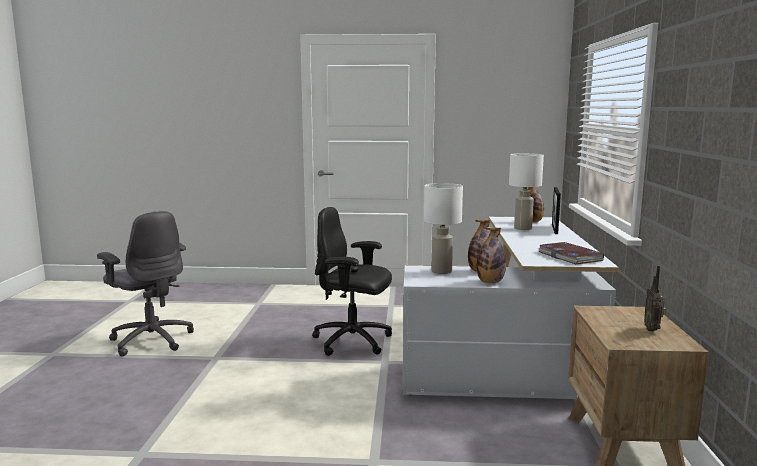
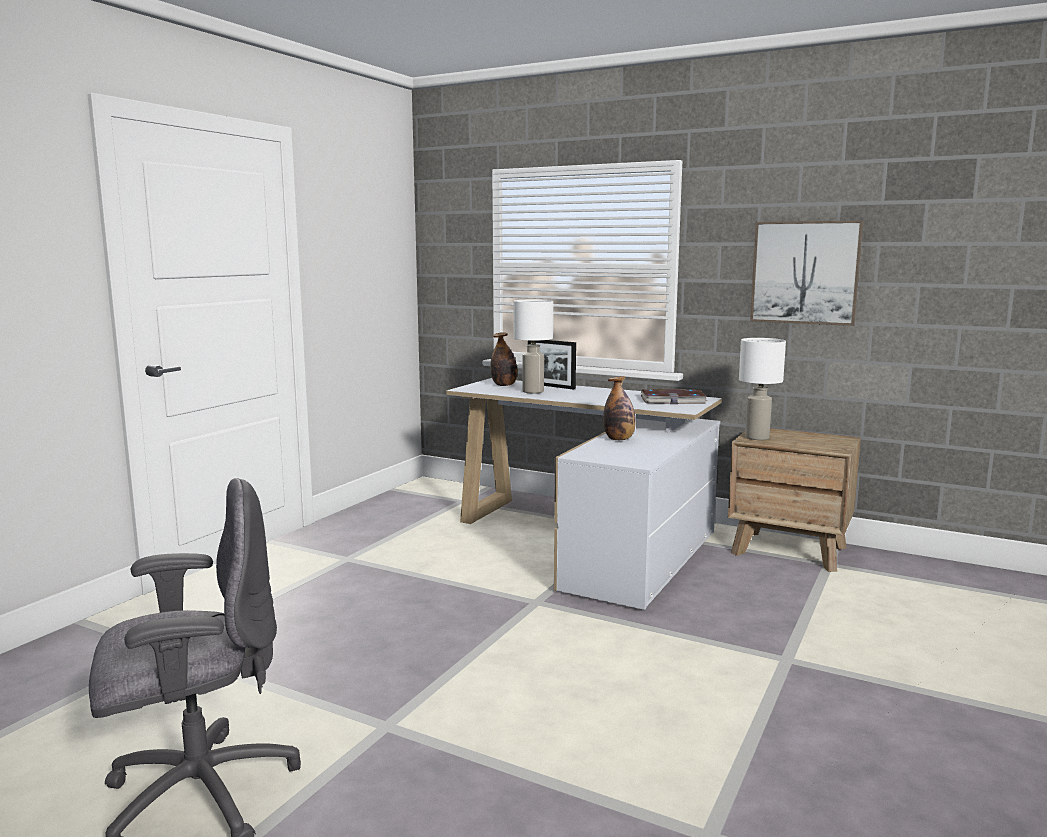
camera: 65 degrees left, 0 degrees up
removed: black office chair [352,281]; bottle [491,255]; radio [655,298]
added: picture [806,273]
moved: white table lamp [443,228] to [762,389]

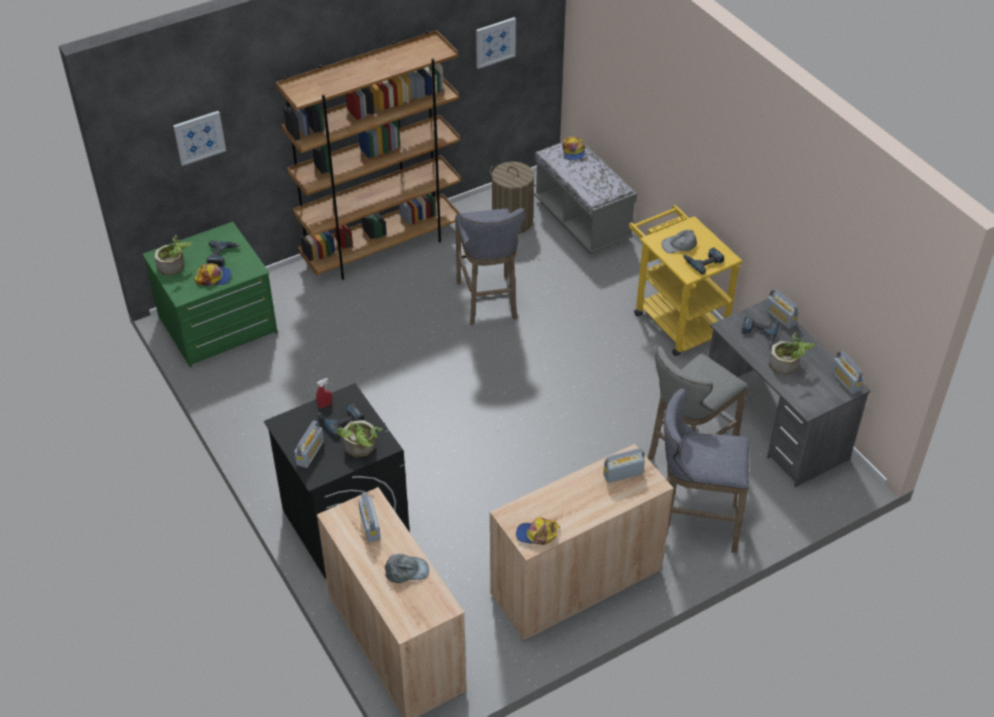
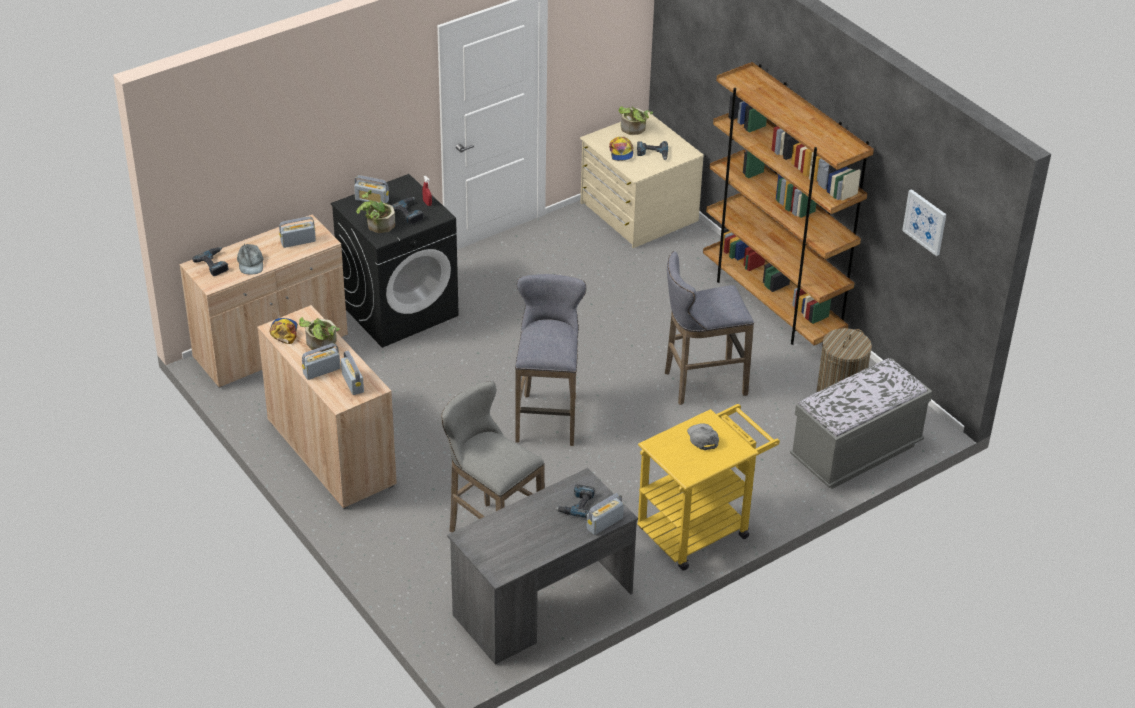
camera: 85 degrees right, 5 degrees down
removed: picture [199,138]; cap [573,148]
moved: power drill [703,260] to [210,261]; potted plant [792,353] to [319,334]; radio [847,372] to [321,361]; grey stool [707,470] to [550,360]
recoloured: green dresser [210,294] to beige dresser [642,180]

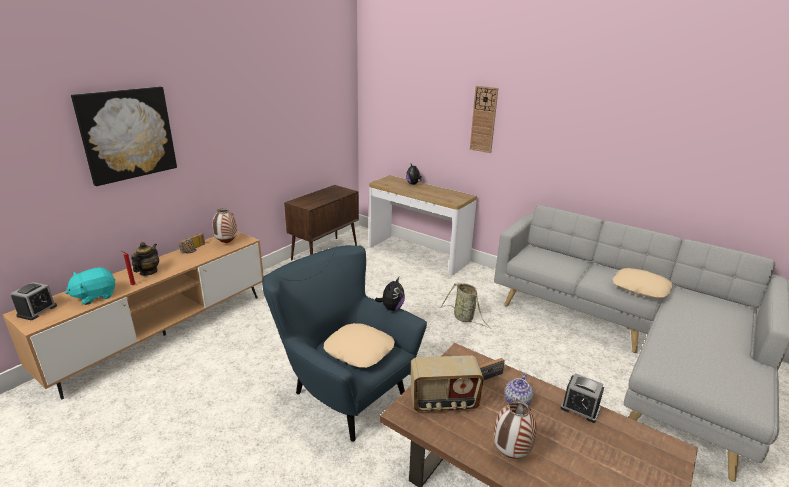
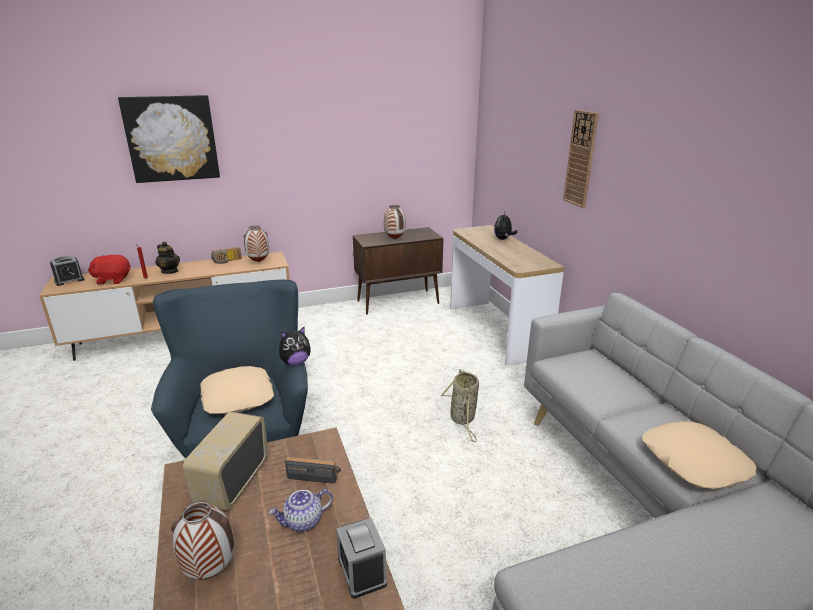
camera: 35 degrees right, 0 degrees up
added: vase [395,222]
recoloured: turquoise plush toy [90,286] to red plush toy [109,270]
turned: teapot [145,259] = [167,258] 90 degrees clockwise; radio [447,383] = [225,461] 75 degrees clockwise

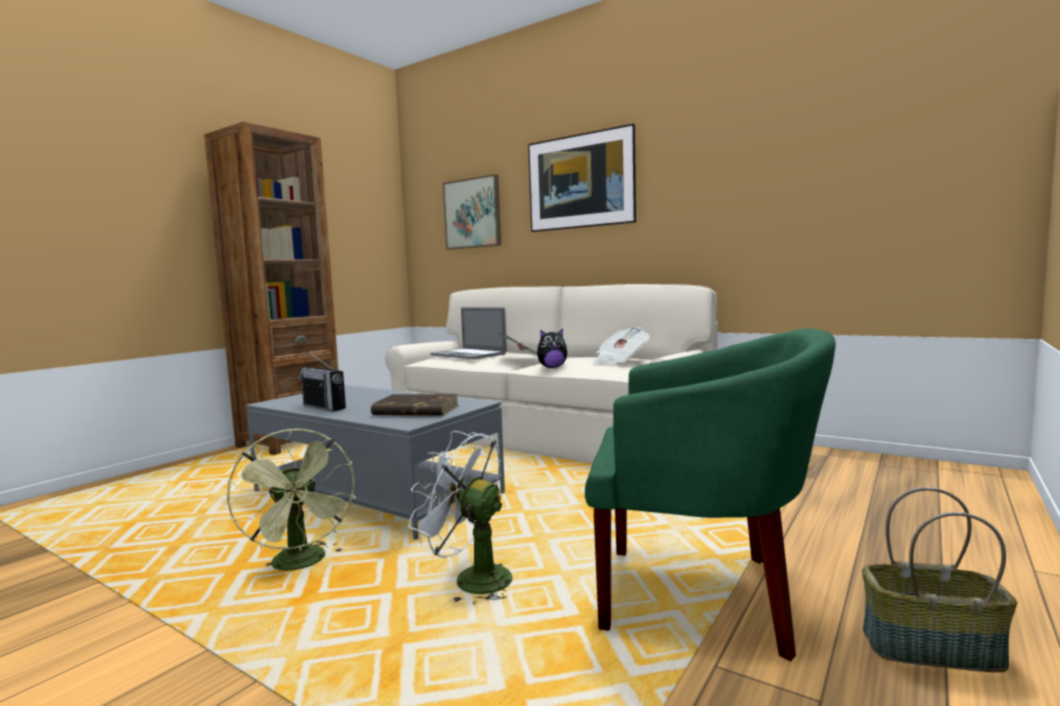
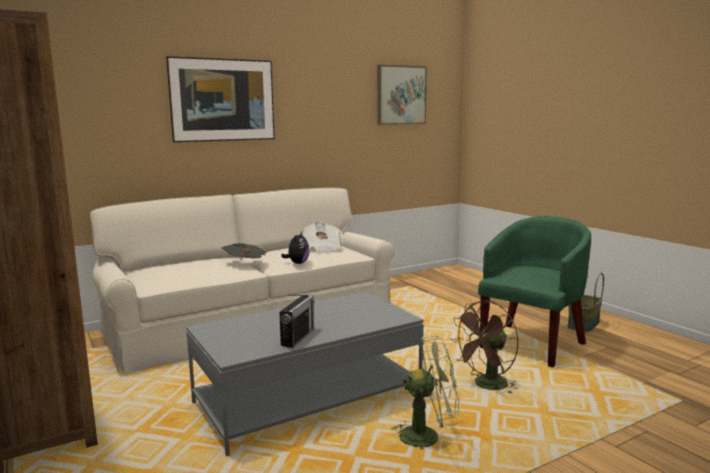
camera: 65 degrees left, 5 degrees up
removed: laptop [469,333]; brown book [415,405]
moved: picture [472,212] to [402,95]
recoloured: white fan [460,518] to brown fan [484,347]
turned: radio [322,382] = [296,321] 45 degrees counterclockwise

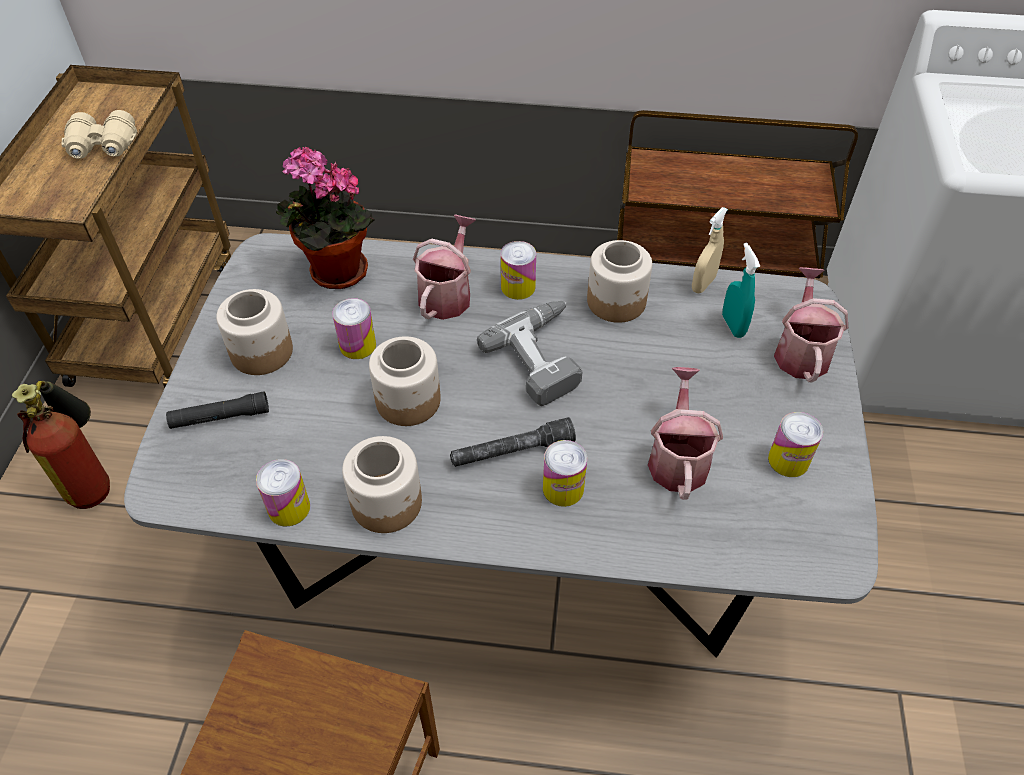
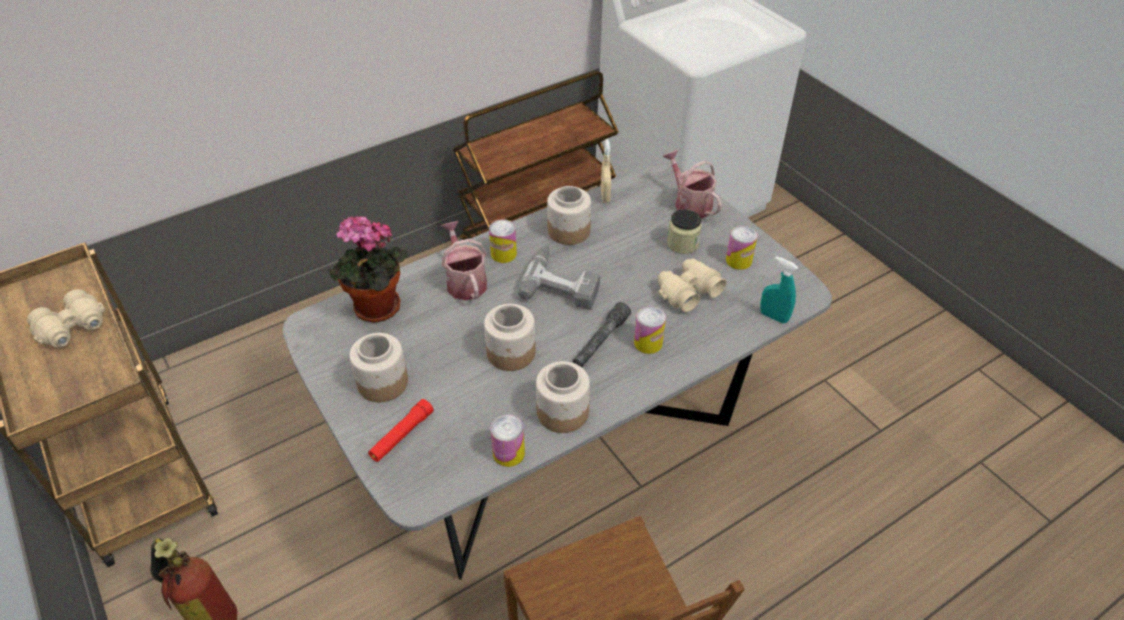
camera: 40 degrees left, 5 degrees down
removed: can [354,328]
added: jar [684,231]
moved: turquoise spray bottle [741,290] to [779,289]
replaced: watering can [685,433] to beige binoculars [692,285]
recoloured: black flashlight [217,410] to red flashlight [401,430]

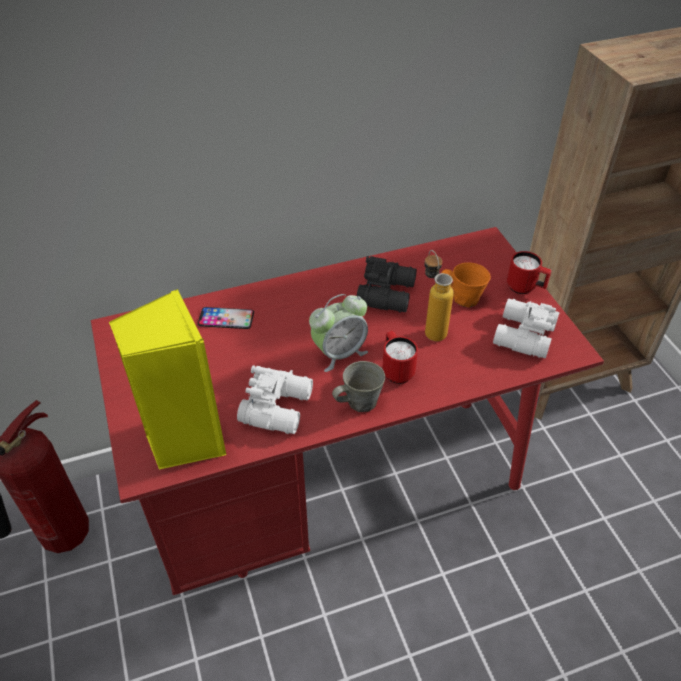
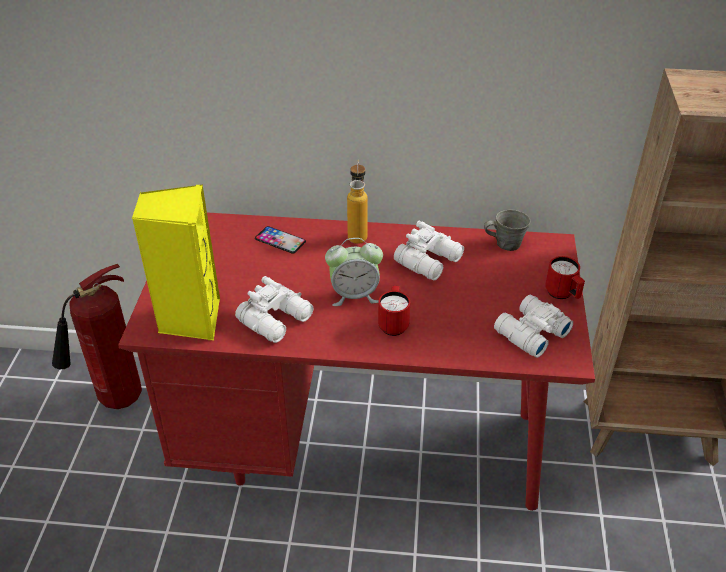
camera: 25 degrees right, 5 degrees down
removed: orange mug [466,285]
moved: bottle [439,295] to [357,202]; grey mug [358,386] to [507,230]
recoloured: black binoculars [387,284] to white binoculars [429,250]

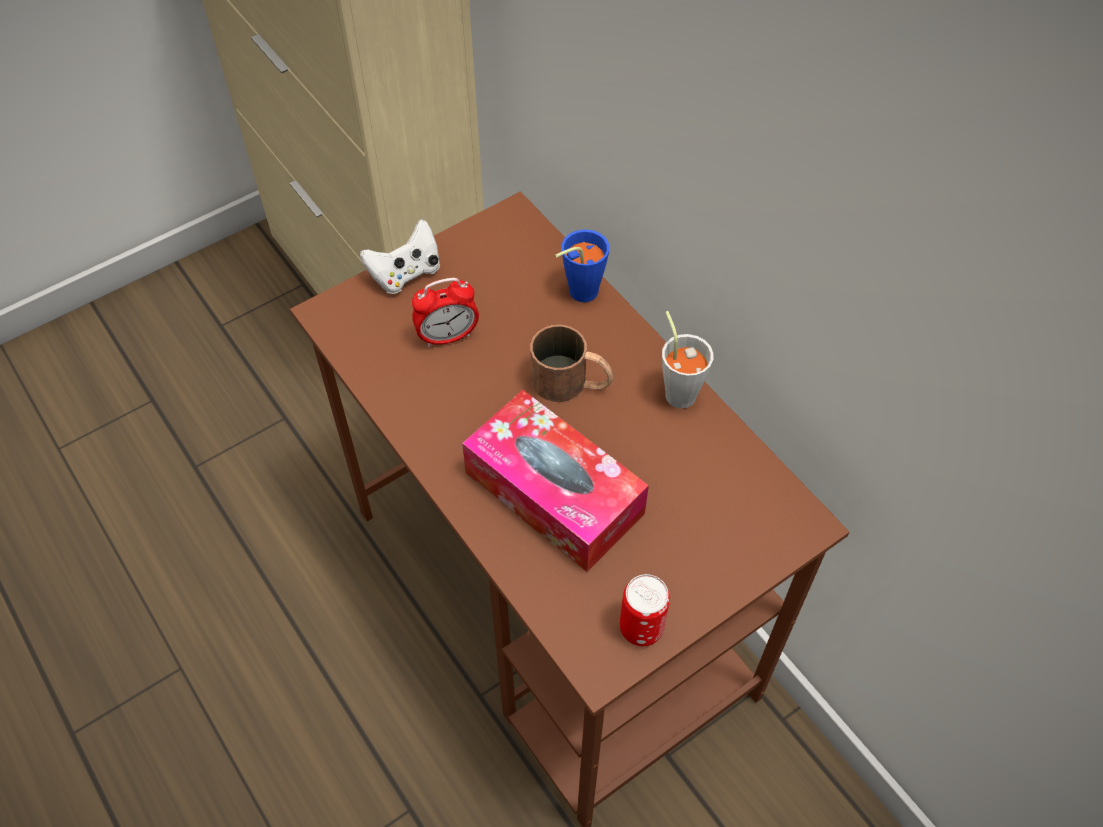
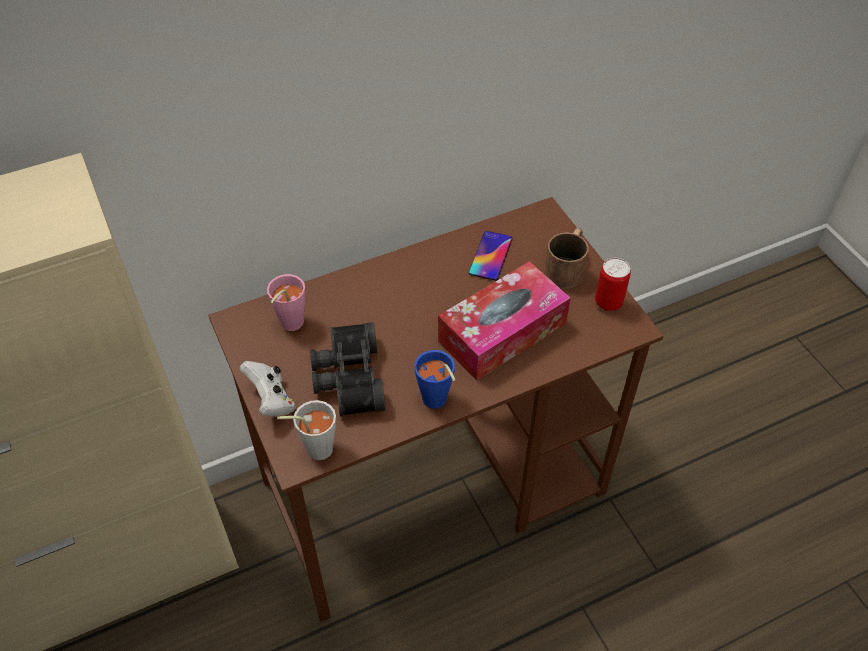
camera: 80 degrees left, 5 degrees down
added: phone [490,256]; pink cup [286,302]
moved: blue cup [582,265] to [435,379]; grey cup [687,360] to [306,430]; brown mug [571,363] to [566,258]
replaced: alarm clock [445,312] to black binoculars [347,369]

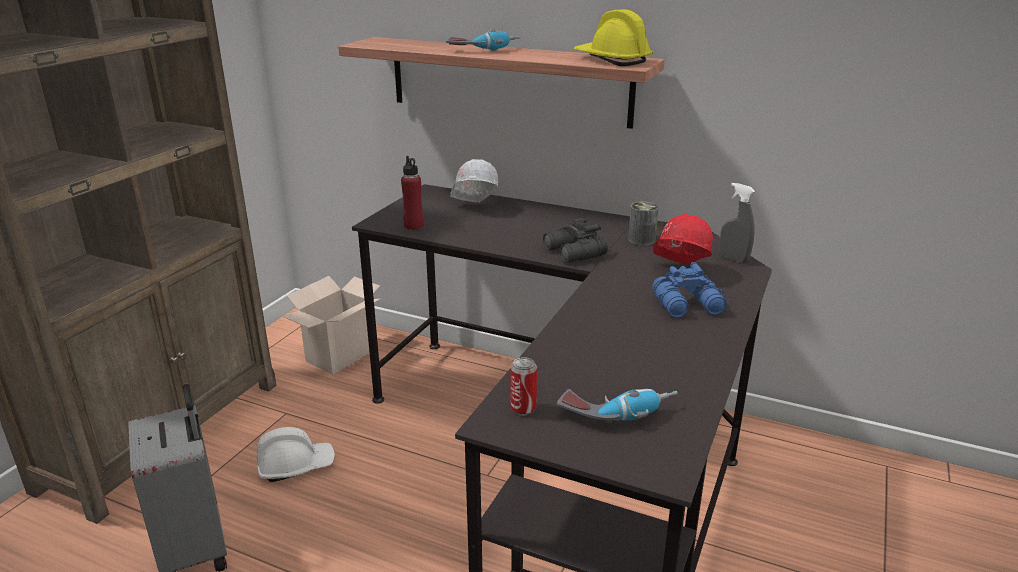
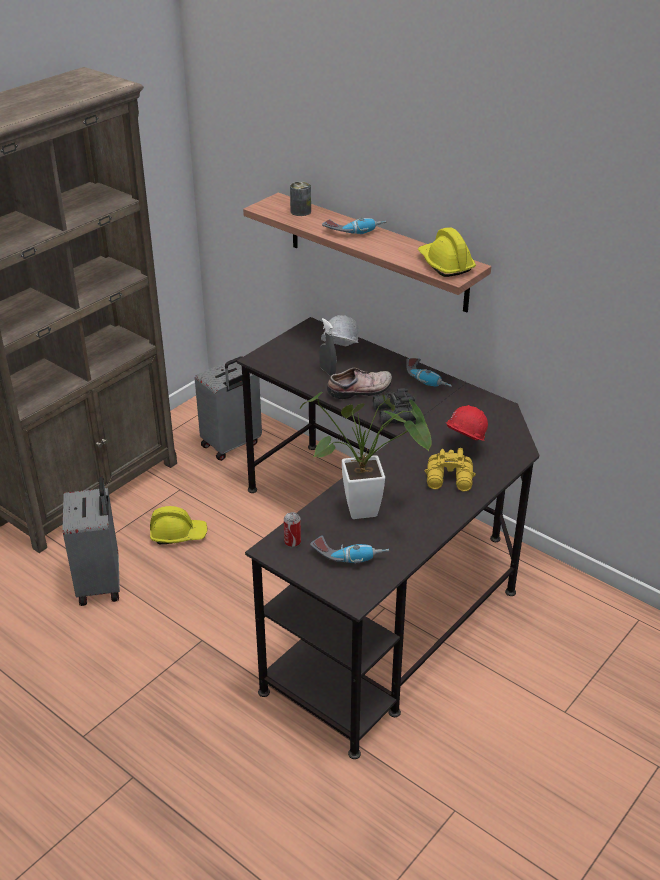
camera: 15 degrees right, 10 degrees up
removed: red bottle [412,193]
added: power drill [429,372]; shoe [359,383]; potted plant [366,455]
moved: grey spray bottle [737,223] to [327,347]; can [643,223] to [300,198]
replaced: cardboard box [331,325] to grey suitcase [228,408]
recoloured: blue binoculars [689,290] to yellow binoculars [450,470]; white hard hat [296,454] to yellow hard hat [179,525]

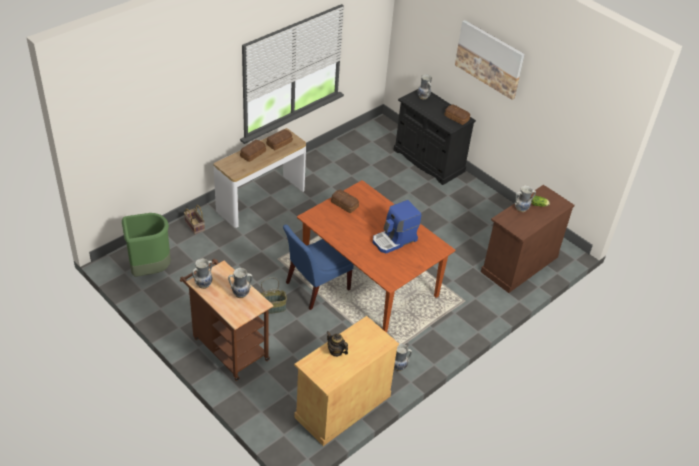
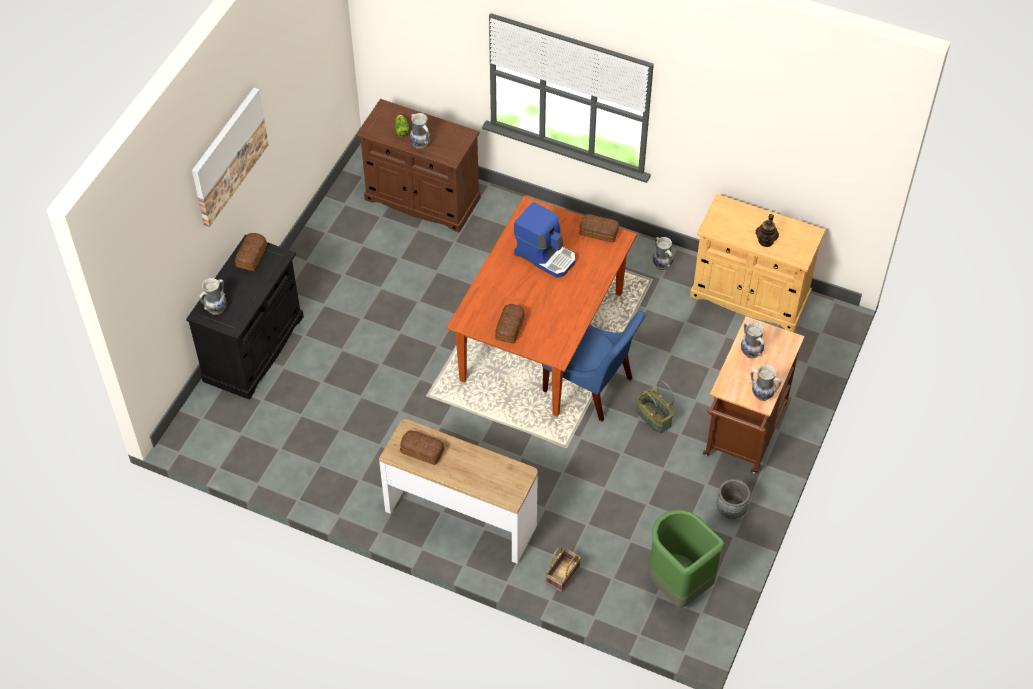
camera: 110 degrees left, 10 degrees up
added: grey planter [733,499]
moved: bread [253,151] to [599,228]

